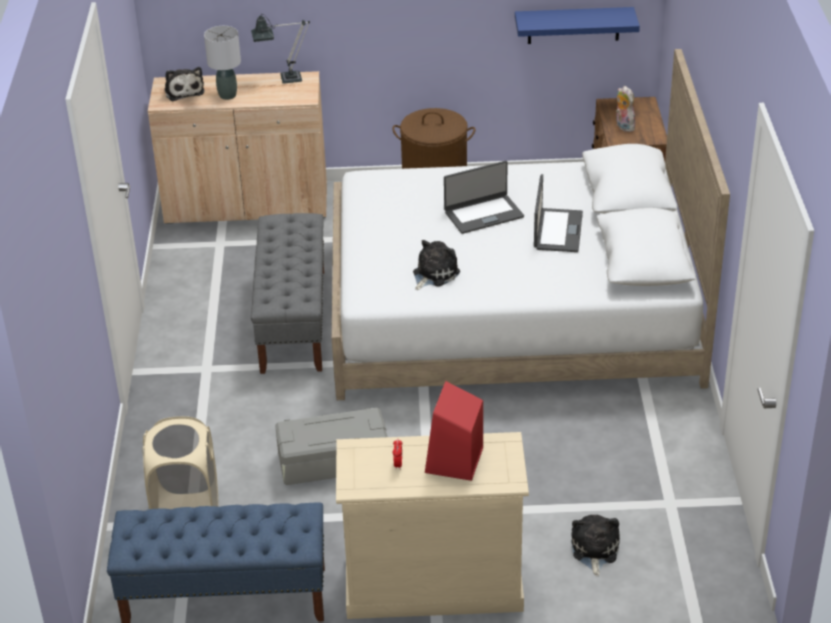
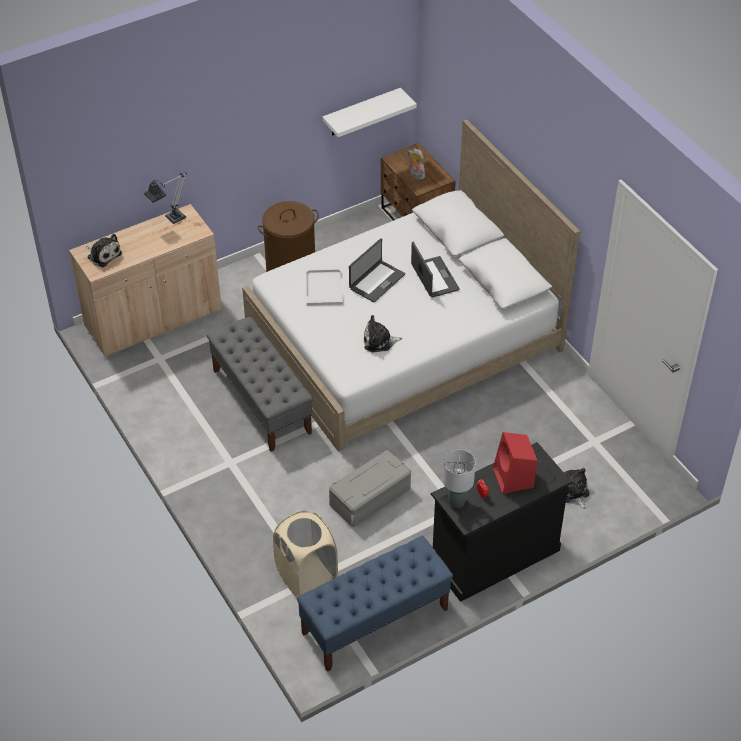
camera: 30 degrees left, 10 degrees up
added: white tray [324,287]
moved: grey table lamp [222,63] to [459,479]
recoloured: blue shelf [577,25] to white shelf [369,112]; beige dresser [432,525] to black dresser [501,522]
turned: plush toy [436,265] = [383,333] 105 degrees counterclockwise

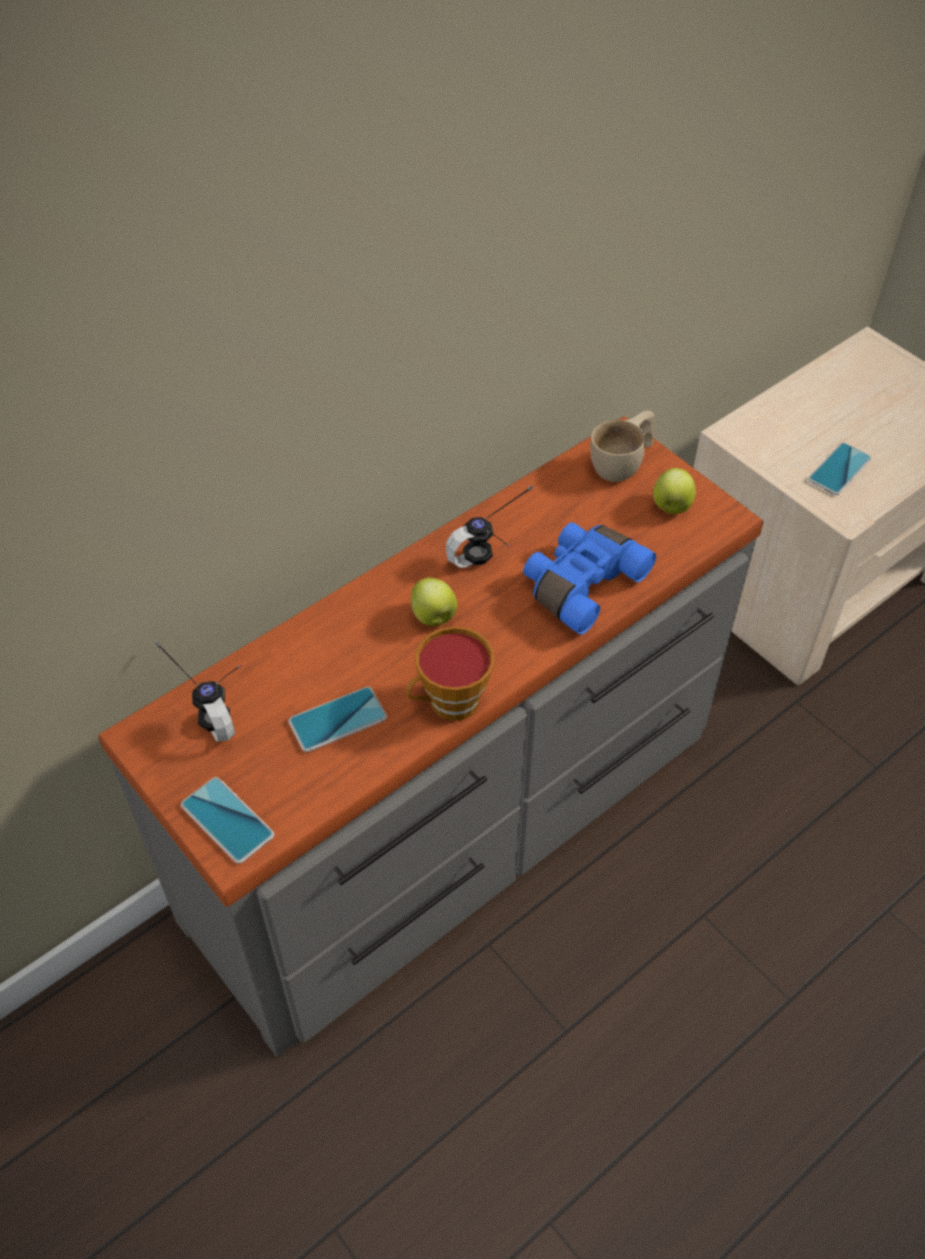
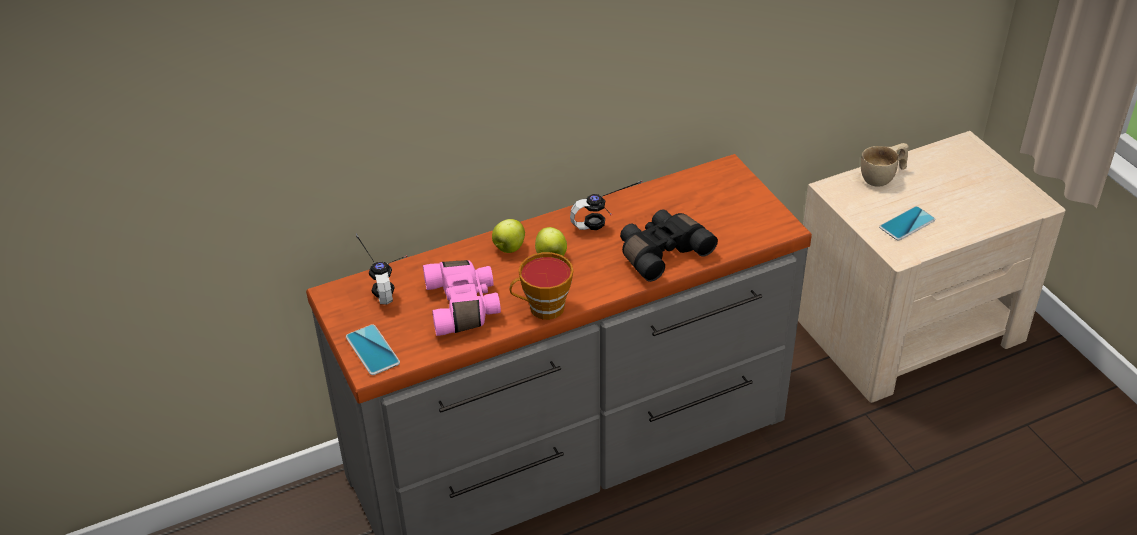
camera: 15 degrees right, 10 degrees down
moved: beige cup [622,446] to [885,164]; apple [674,491] to [508,236]
replaced: phone [337,719] to pink binoculars [462,298]
recoloured: blue binoculars [589,579] to black binoculars [669,245]

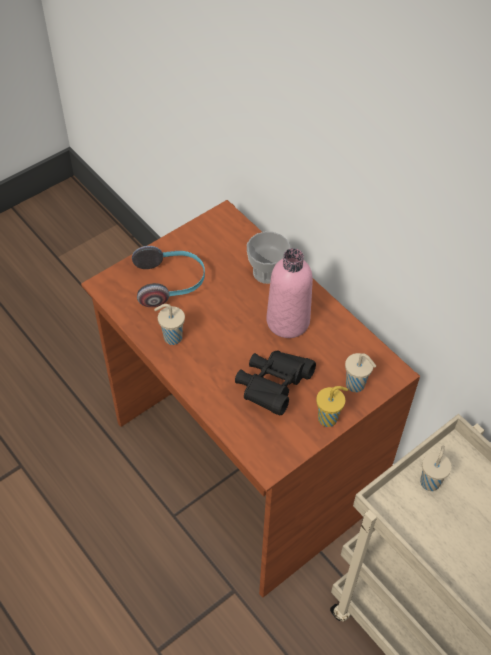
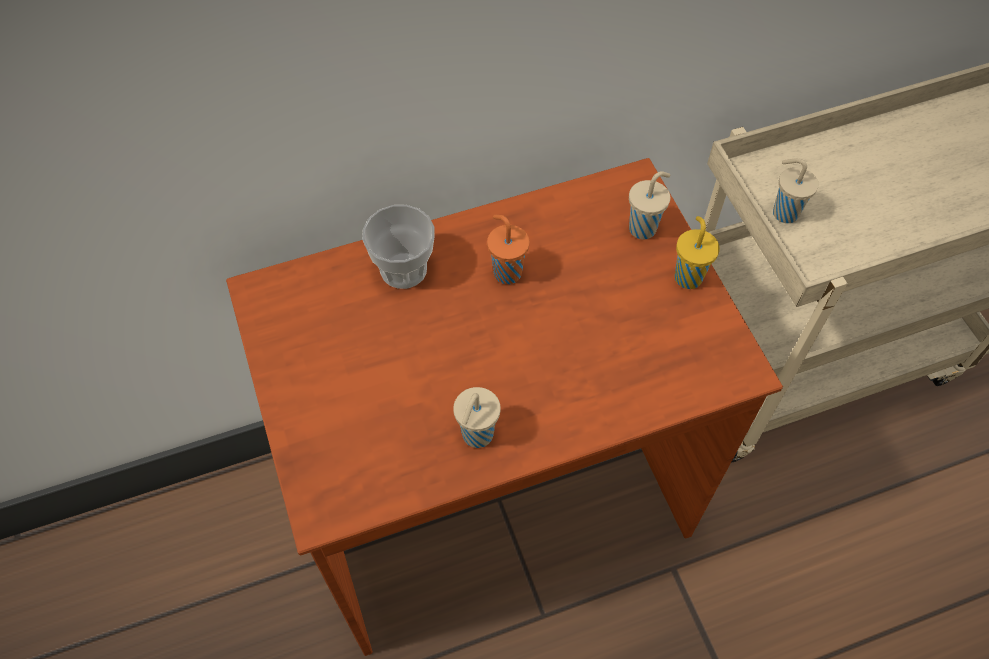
camera: 70 degrees left, 5 degrees up
removed: headphones [168,276]; black binoculars [275,382]
replaced: pink bottle [289,293] to orange cup [508,249]

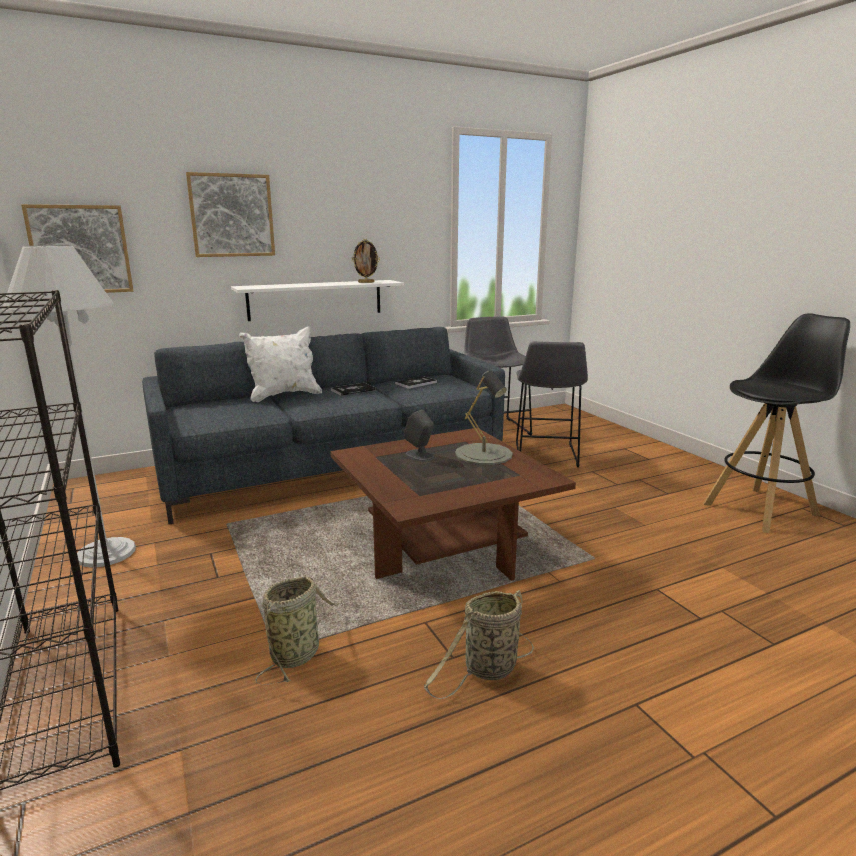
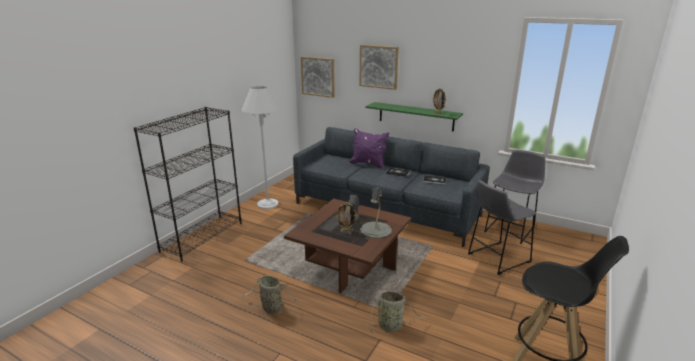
camera: 55 degrees right, 5 degrees up
added: picture frame [346,216]
moved: basket [298,631] to [396,312]
recoloured: white shelf [317,300] to green shelf [414,117]; white pillow [280,364] to purple pillow [369,148]

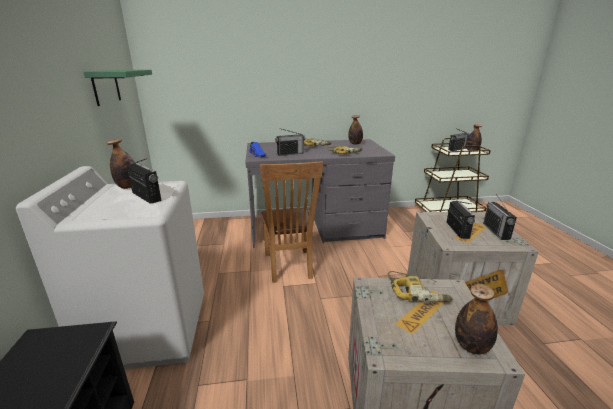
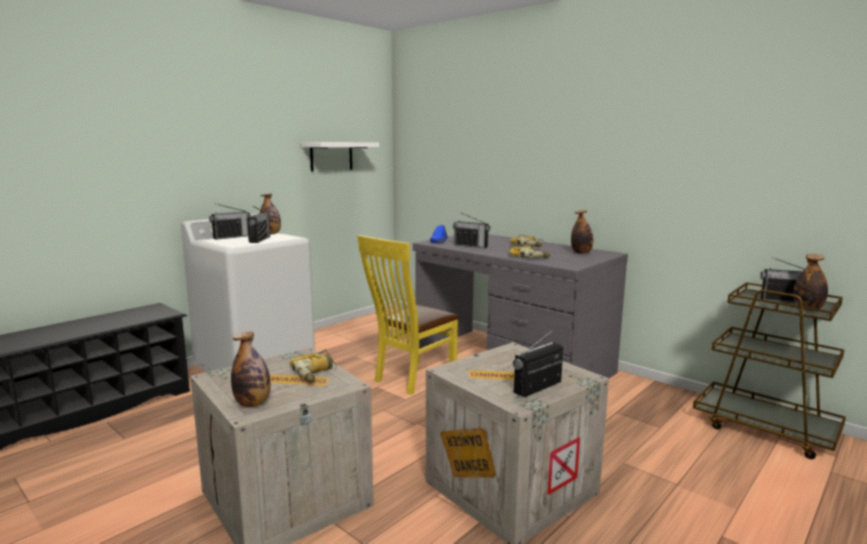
camera: 50 degrees right, 10 degrees down
moved: radio [461,220] to [230,221]
recoloured: green shelf [118,88] to white shelf [340,156]; brown chair [291,222] to yellow chair [408,315]

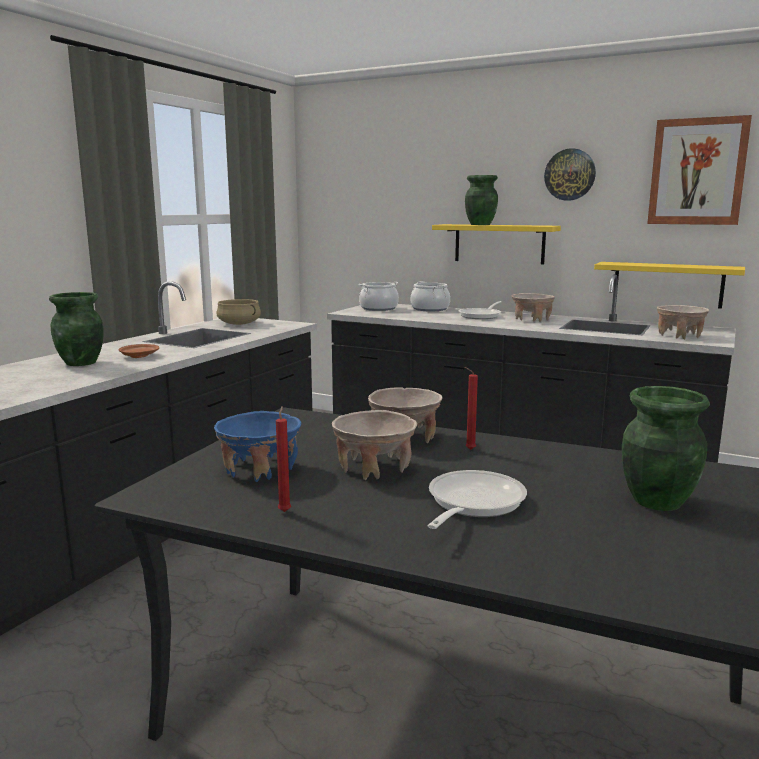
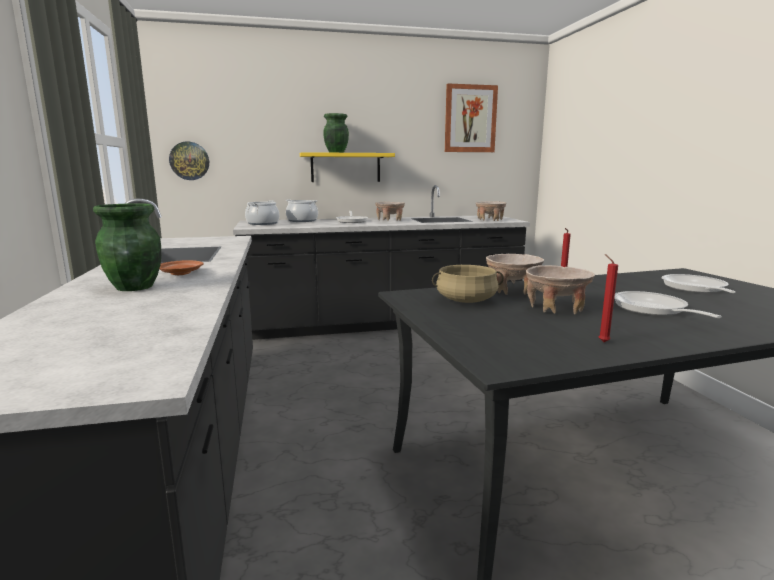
camera: 40 degrees left, 0 degrees up
removed: yellow shelf [669,285]; blue bowl [257,446]
moved: wall clock [570,174] to [189,161]; beige cooking pot [238,312] to [468,284]
replaced: green vase [666,448] to frying pan [698,283]

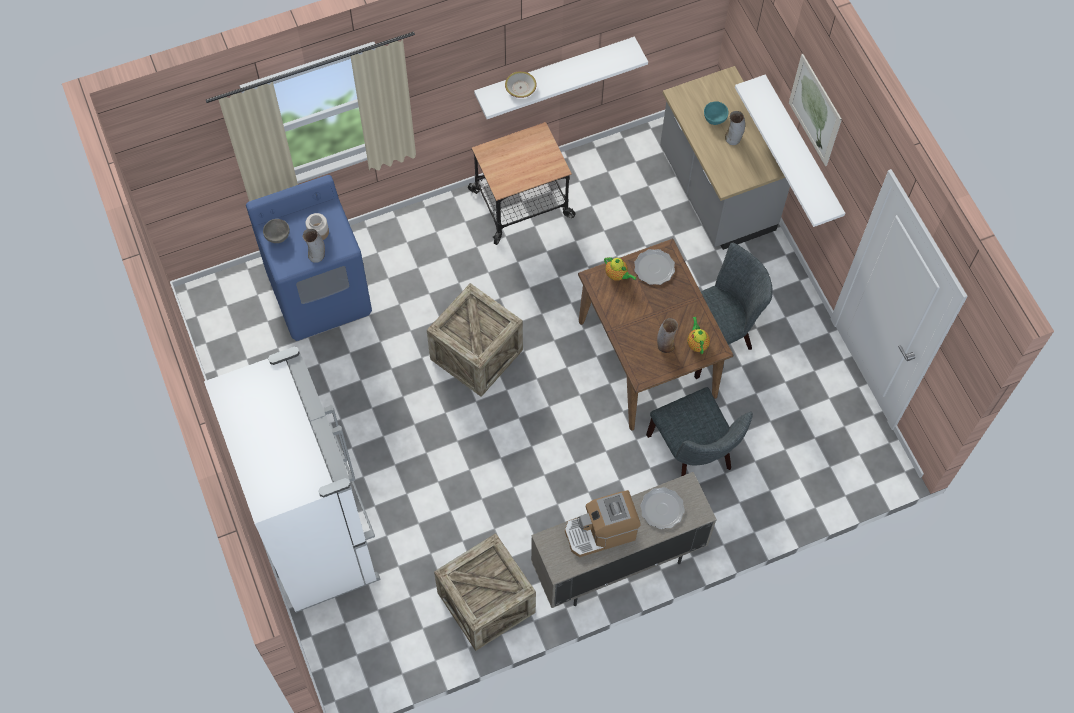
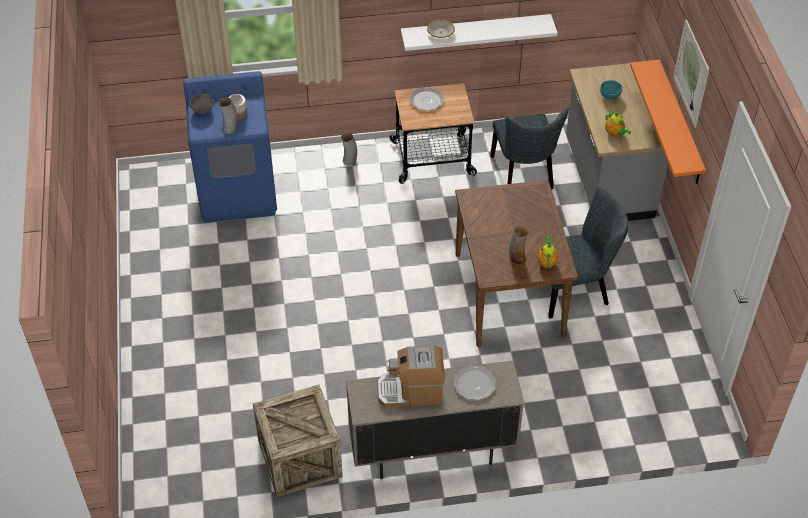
camera: 15 degrees right, 15 degrees down
removed: crate [475,340]; white fridge [292,479]
moved: vase [735,128] to [349,149]; plate [654,267] to [426,99]; teapot [620,269] to [618,125]; grey chair [699,431] to [529,148]
recoloured: white shelf [790,151] to orange shelf [668,122]

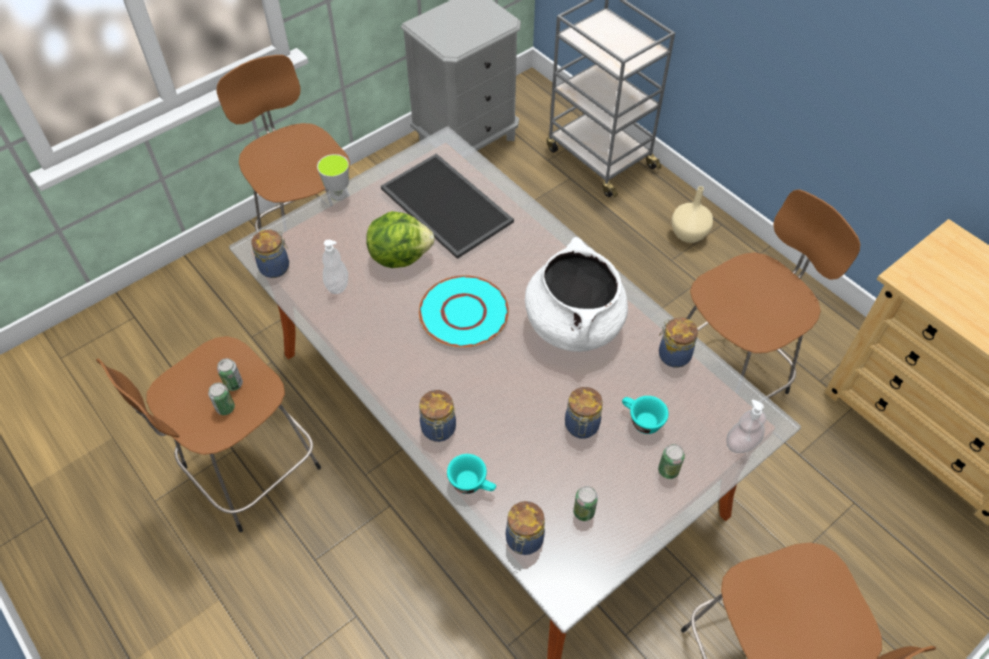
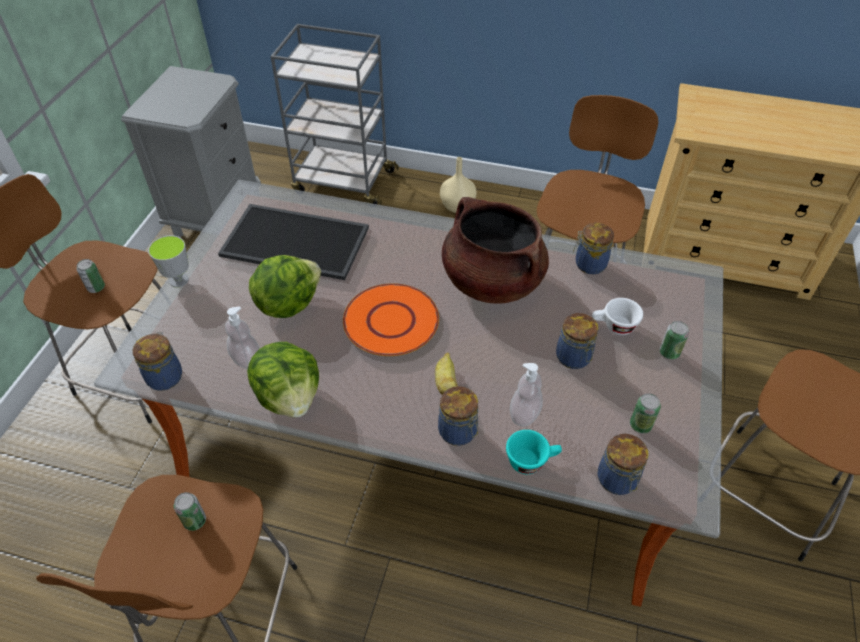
camera: 35 degrees left, 5 degrees down
added: lettuce [283,379]; banana [446,373]
moved: can [221,399] to [91,276]; soap dispenser [746,426] to [526,395]
recoloured: white cooking pot [576,294] to brown cooking pot [495,250]; turquoise plate [464,311] to orange plate [391,319]; turquoise cup [645,415] to white cup [617,316]

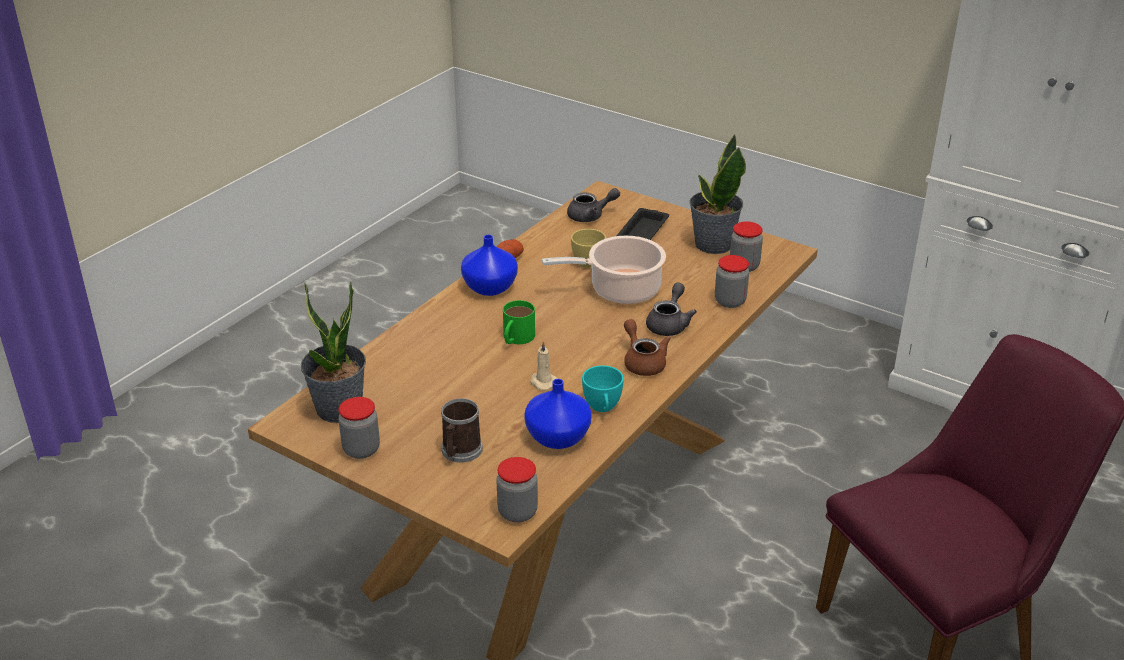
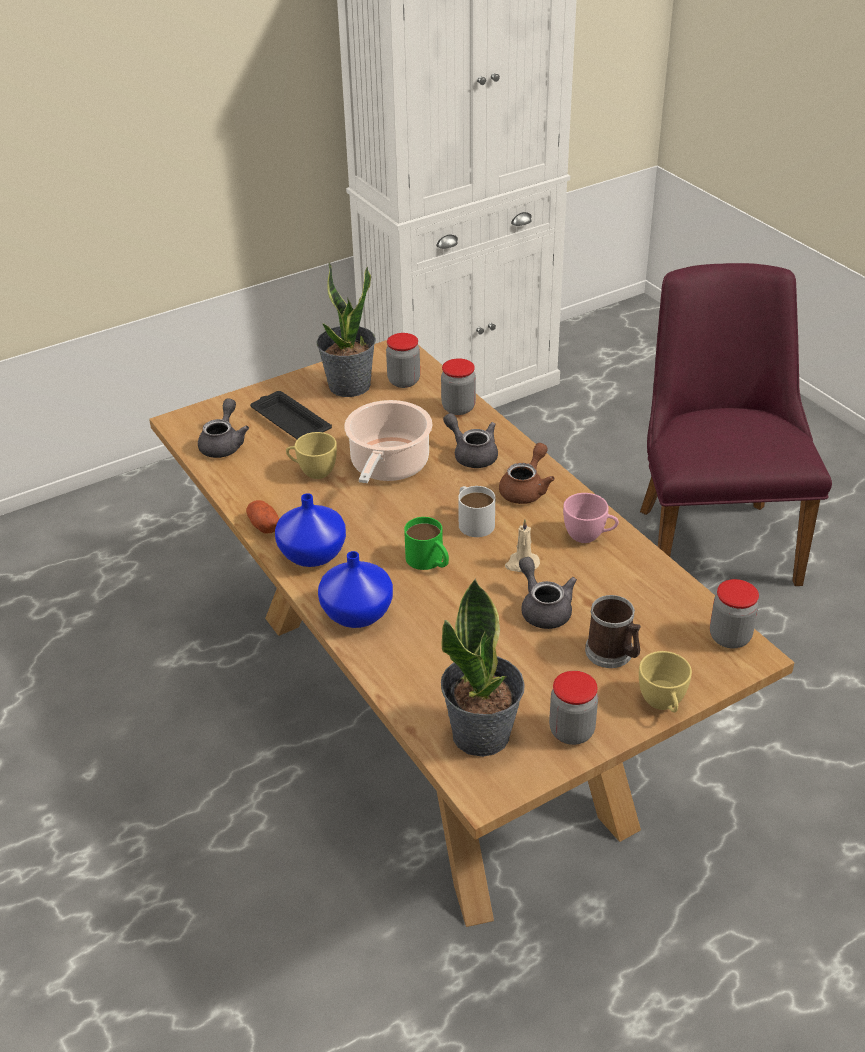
camera: 65 degrees left, 5 degrees up
added: white mug [476,511]; grey teapot [548,593]; yellow cup [665,681]
moved: blue vase [558,414] to [355,589]
recoloured: turquoise cup [603,388] to pink cup [591,518]
turned: brown teapot [647,347] = [527,473] 120 degrees clockwise

